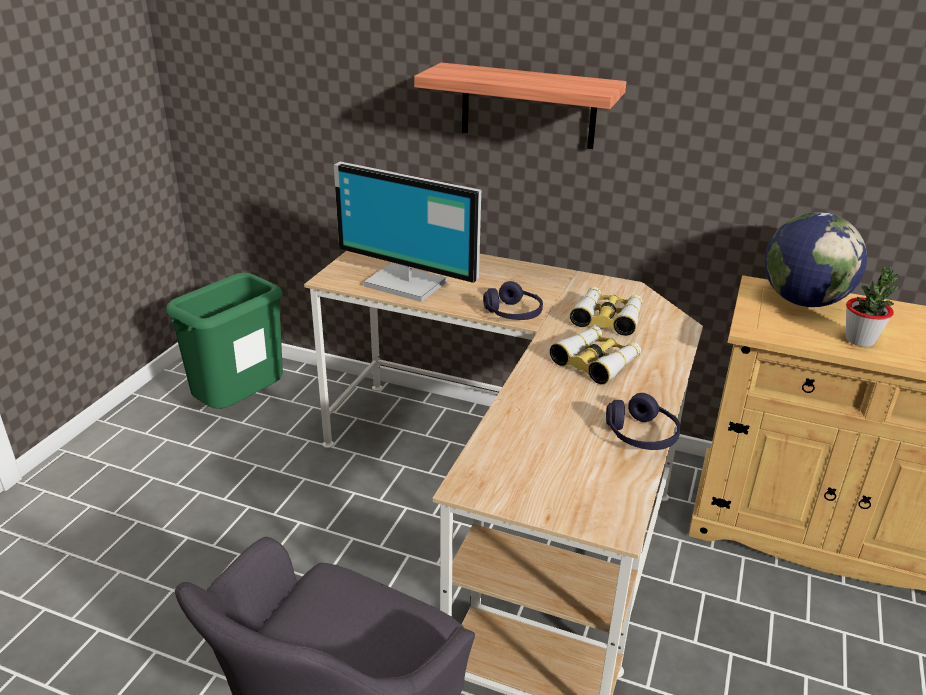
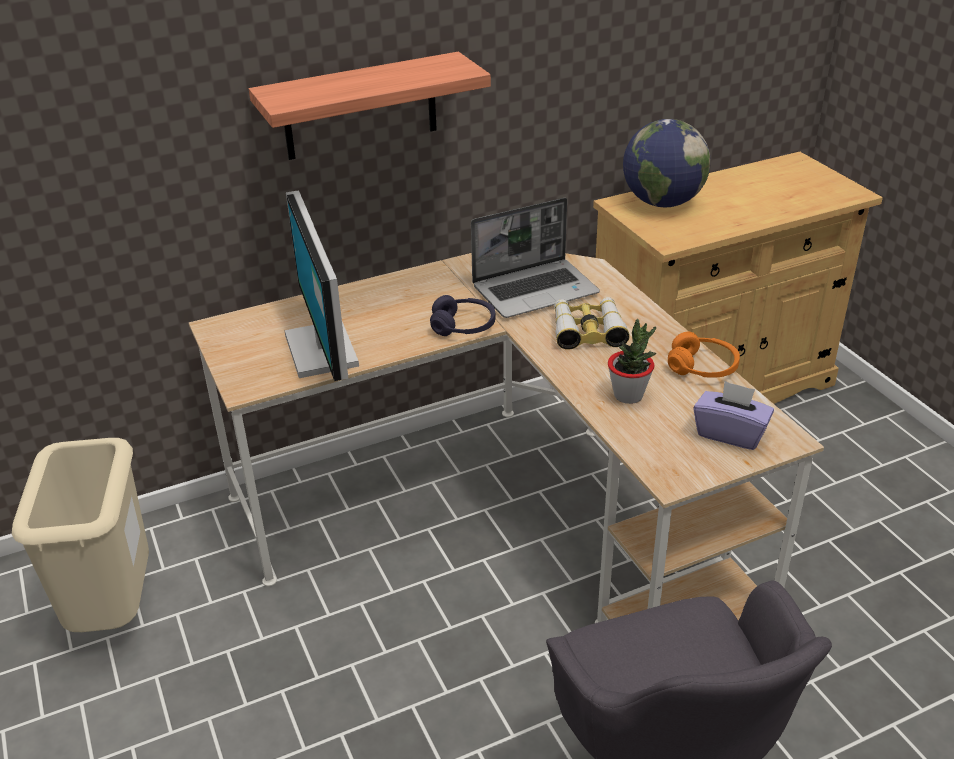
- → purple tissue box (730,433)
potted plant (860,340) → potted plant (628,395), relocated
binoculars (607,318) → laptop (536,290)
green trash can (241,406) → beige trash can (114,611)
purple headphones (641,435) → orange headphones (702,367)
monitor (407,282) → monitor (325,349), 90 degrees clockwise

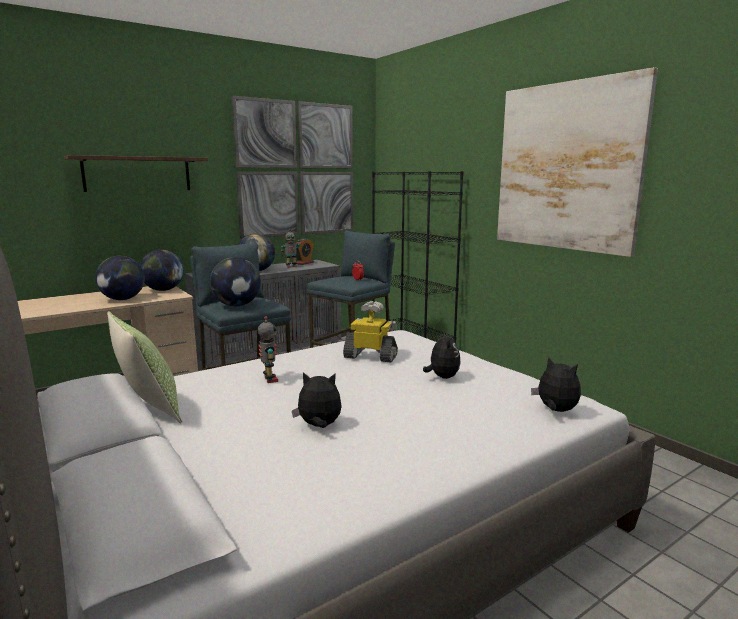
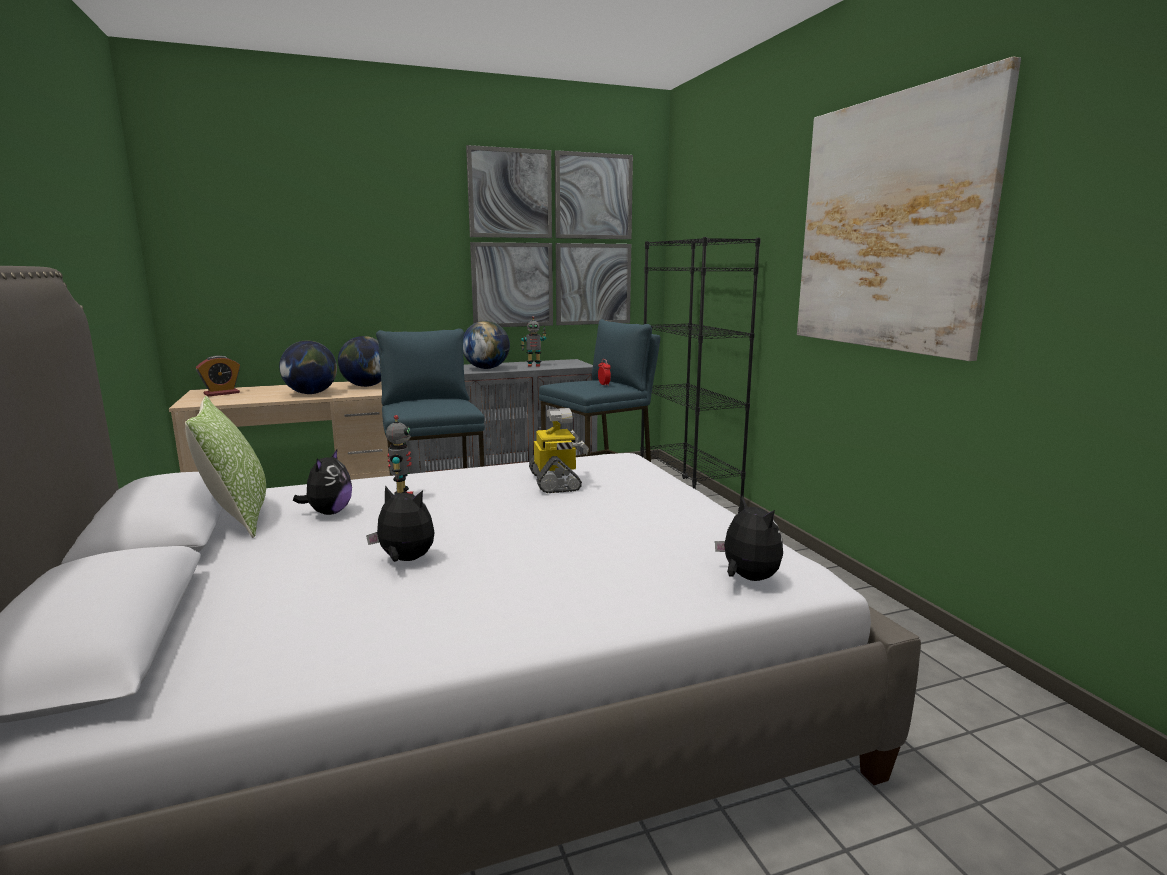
shelf (137,174) → -
globe (237,305) → -
alarm clock (304,263) → alarm clock (221,393), relocated
plush toy (442,377) → plush toy (329,512), relocated
toy robot (371,356) → toy robot (556,482), 45 degrees clockwise

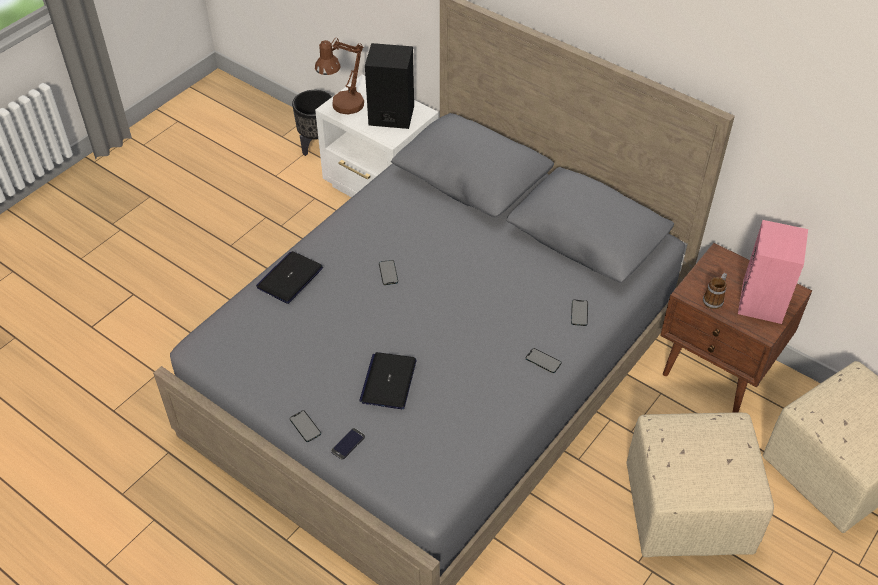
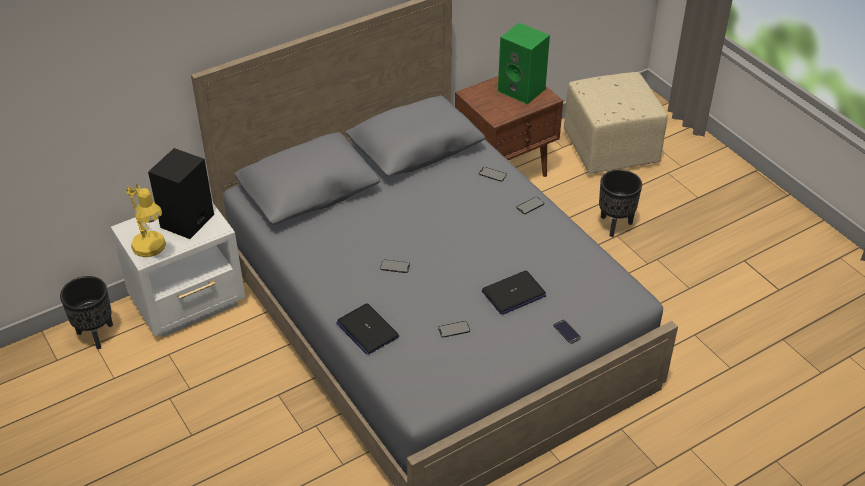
mug (714,299) → -
phone (305,426) → phone (454,329), relocated
beige ottoman (689,509) → black planter (614,225)
brown table lamp (343,108) → yellow table lamp (152,250)
pink speaker (763,302) → green speaker (523,90)
laptop (388,381) → laptop (513,294), 60 degrees counterclockwise

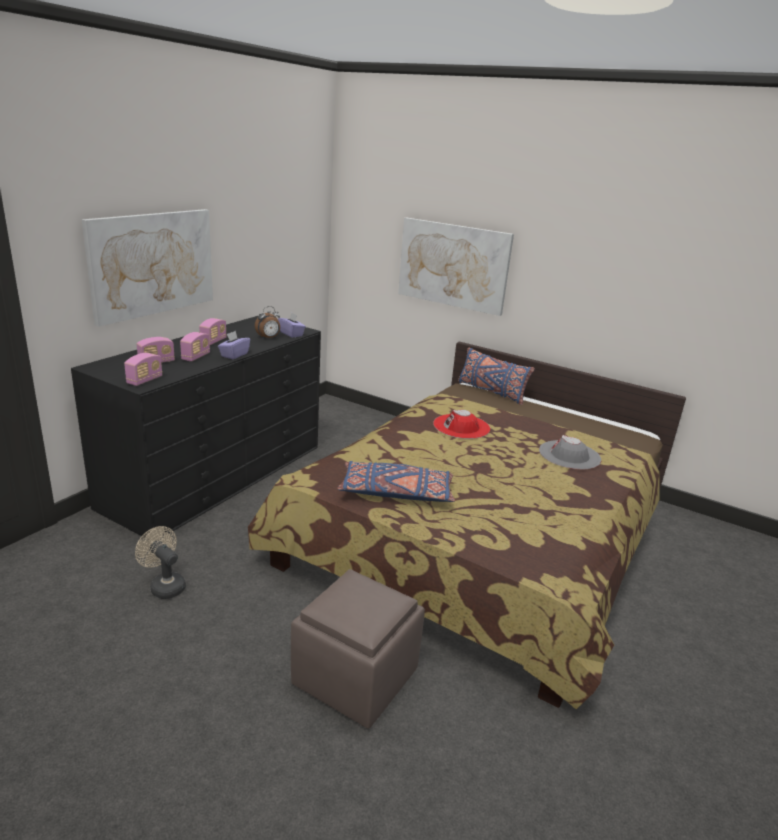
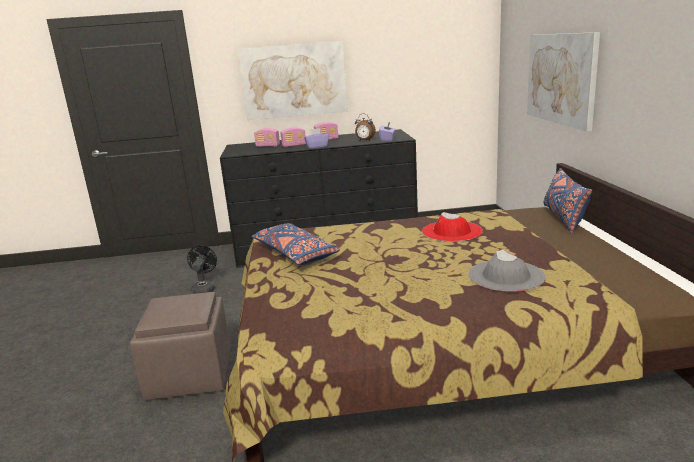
radio (144,380) → -
beige fan (164,585) → black fan (204,288)

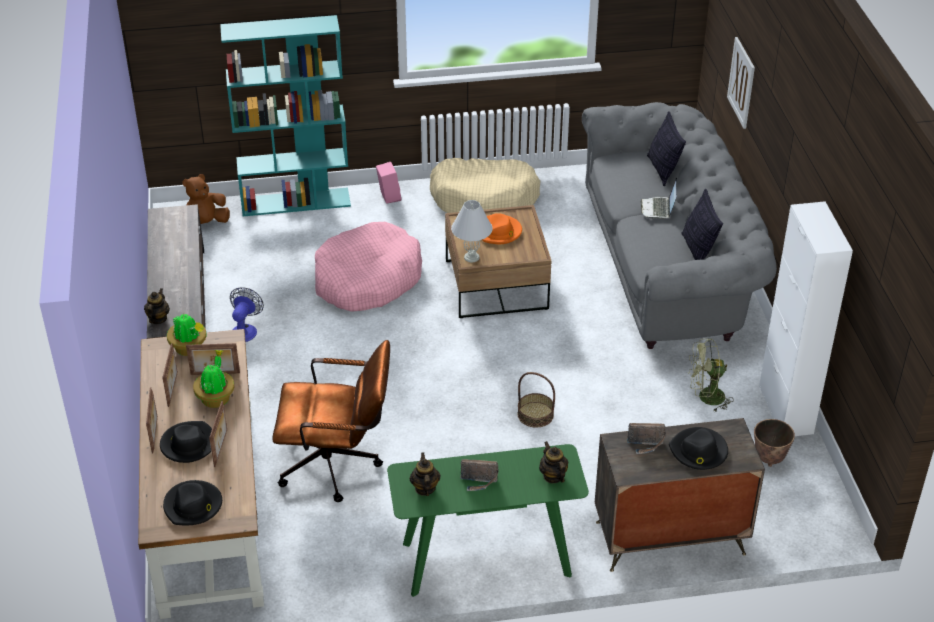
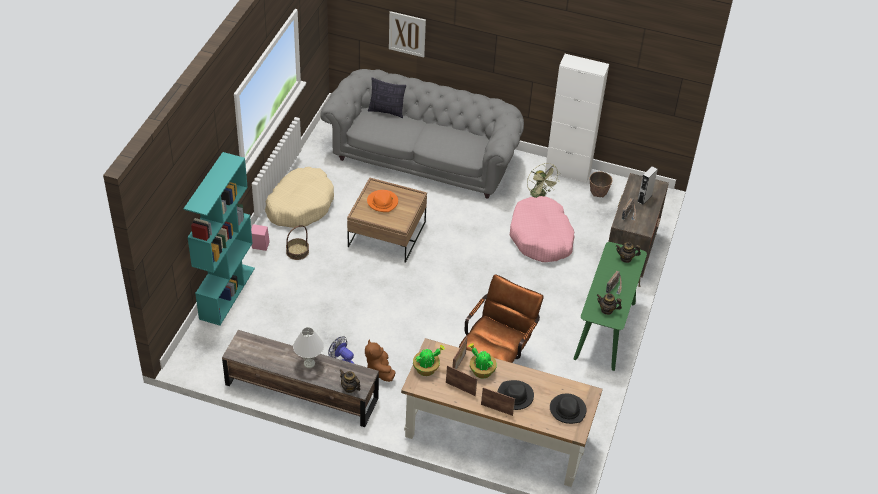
picture frame (221,448) → -
laptop (658,209) → -
pillow (698,250) → -
brown plush toy (205,225) → brown plush toy (379,370), relocated
pink dog bed (367,280) → pink dog bed (541,237), relocated
white table lamp (471,257) → white table lamp (309,364), relocated
basket (535,414) → basket (297,251), relocated
black hat (699,451) → grey speaker (644,198)
green fan (706,398) → green fan (540,195), 45 degrees counterclockwise

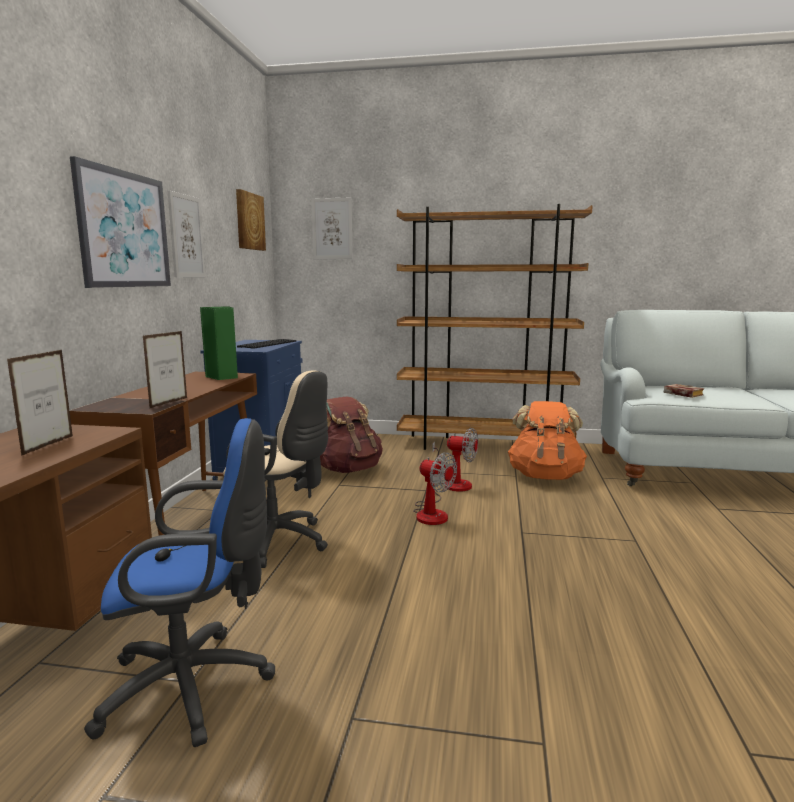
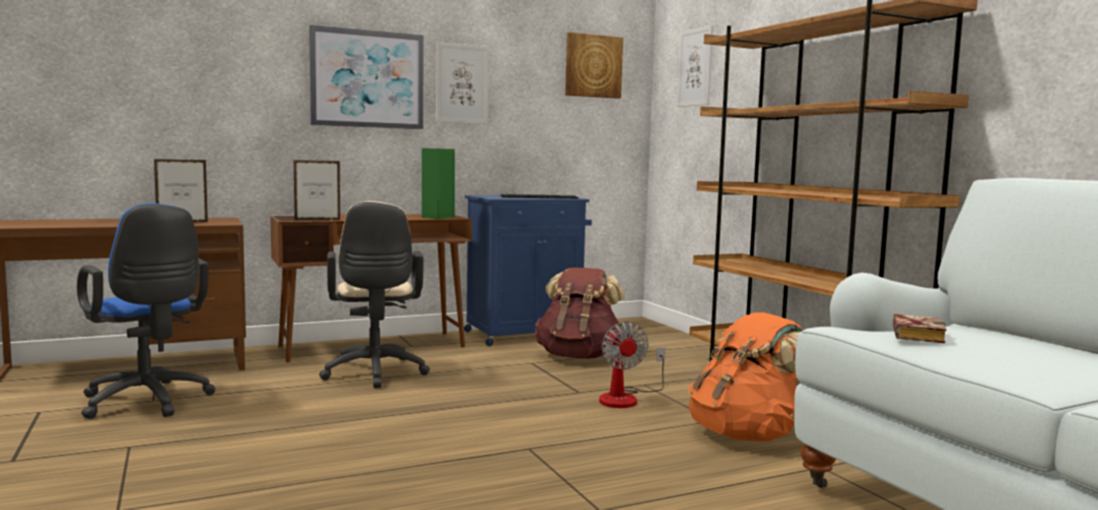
fan (431,513) → -

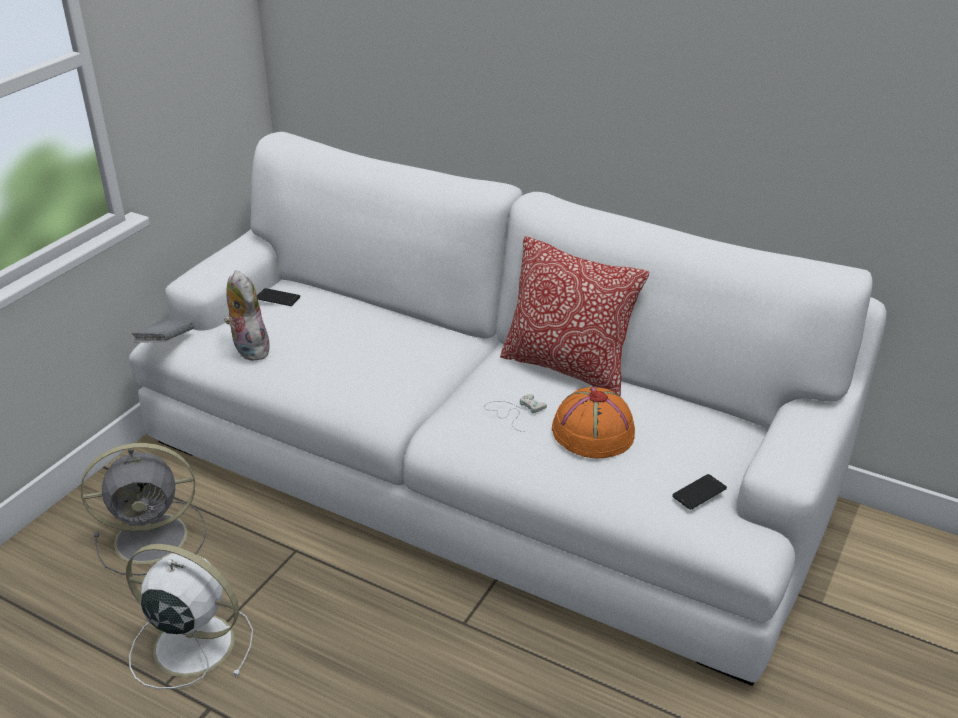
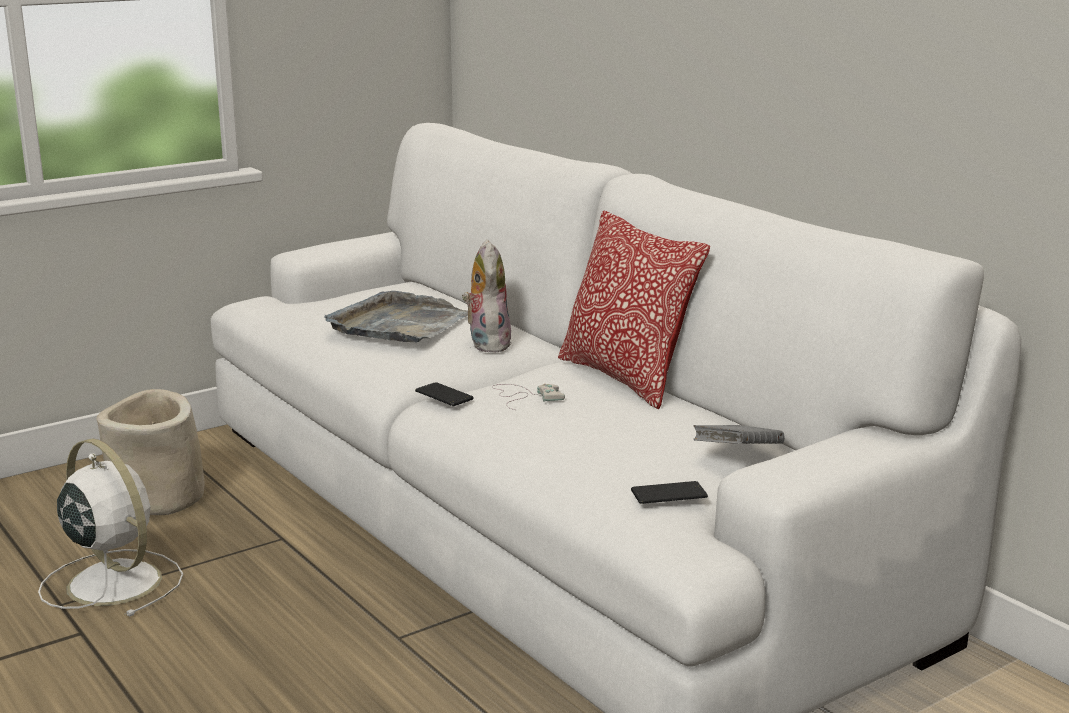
orange hat (592,432) → -
- → grey tray (399,324)
grey book (166,343) → grey book (737,455), relocated
plush toy (248,349) → plush toy (486,343), relocated
phone (277,298) → phone (444,395), relocated
grey fan (154,538) → beige planter (159,498)

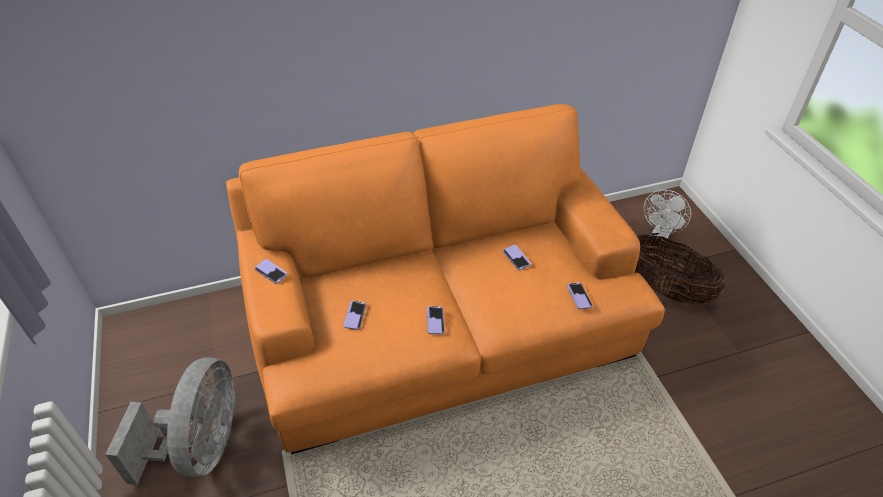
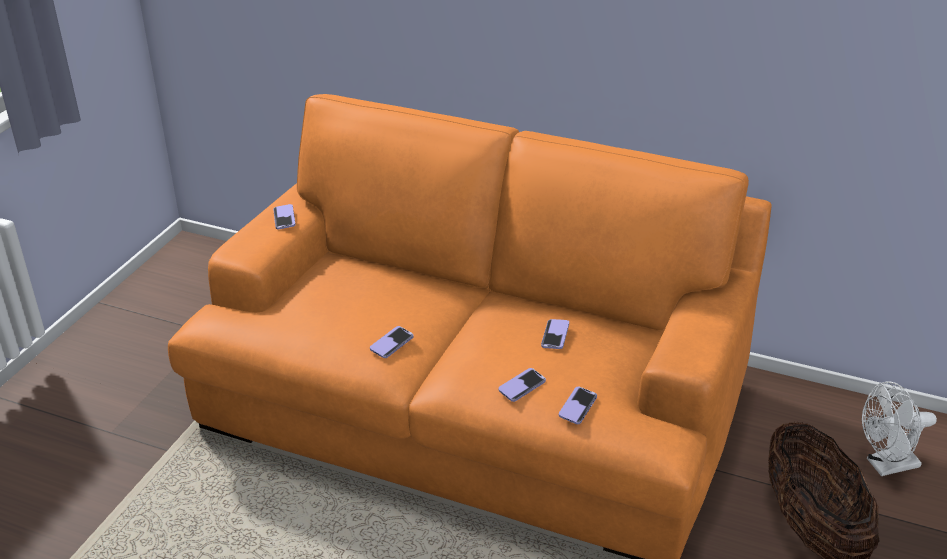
grey fan (201,447) → -
phone (355,316) → phone (522,386), relocated

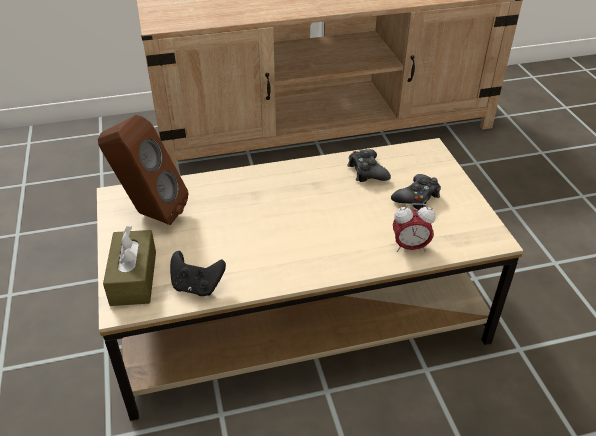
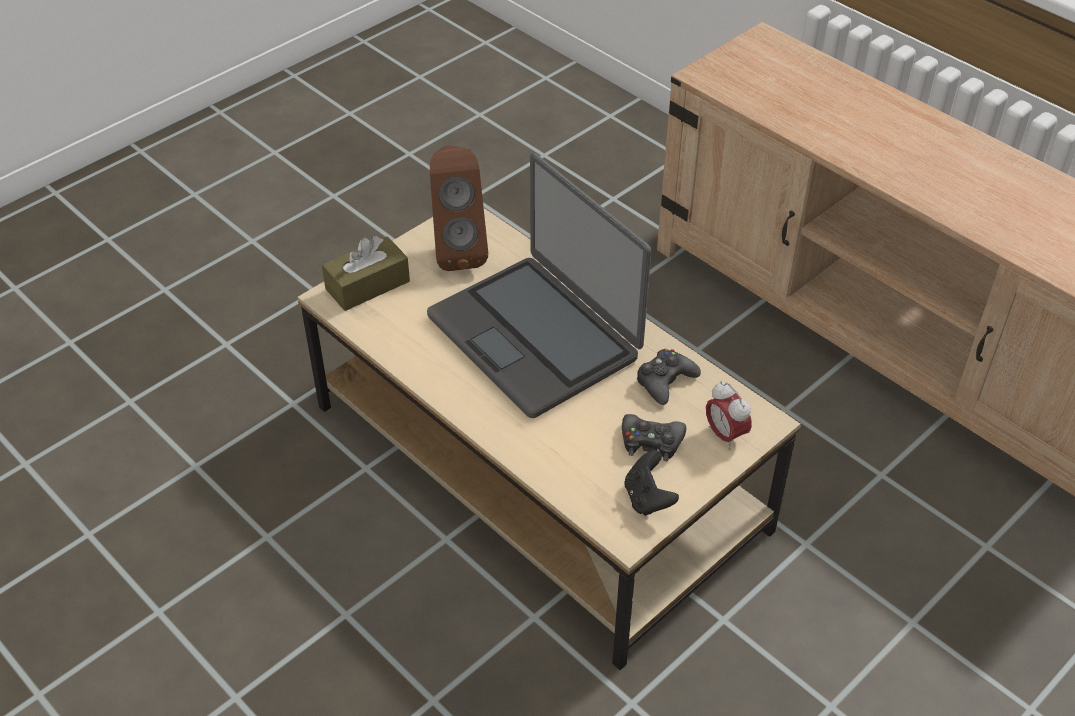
- → laptop (535,336)
black game controller (197,286) → black game controller (648,498), relocated
alarm clock (410,247) → alarm clock (725,435), relocated

